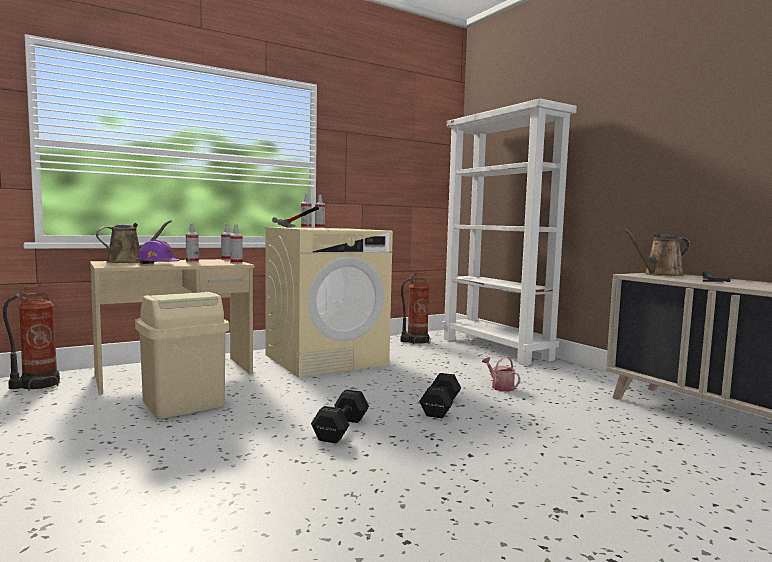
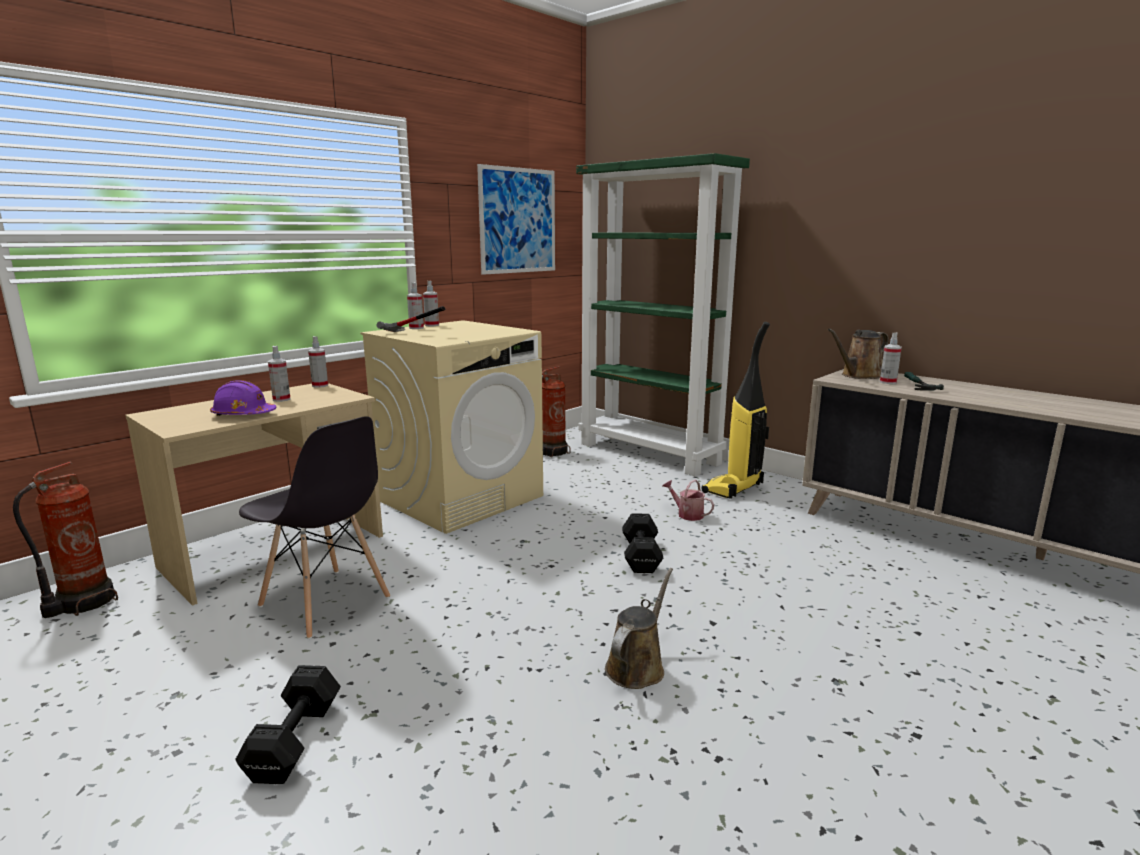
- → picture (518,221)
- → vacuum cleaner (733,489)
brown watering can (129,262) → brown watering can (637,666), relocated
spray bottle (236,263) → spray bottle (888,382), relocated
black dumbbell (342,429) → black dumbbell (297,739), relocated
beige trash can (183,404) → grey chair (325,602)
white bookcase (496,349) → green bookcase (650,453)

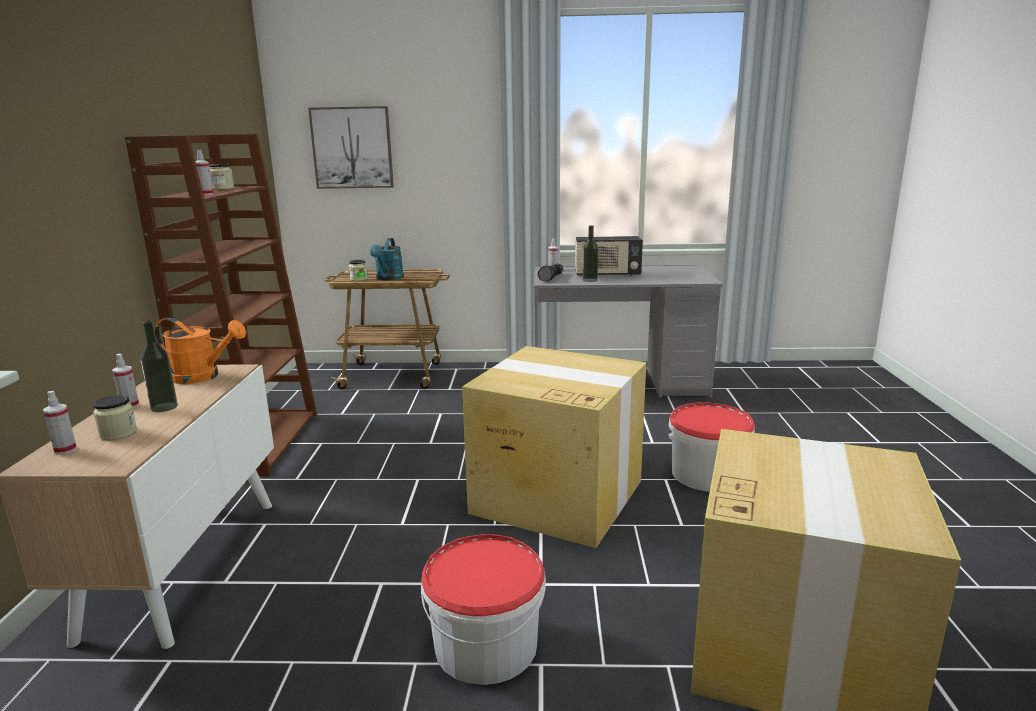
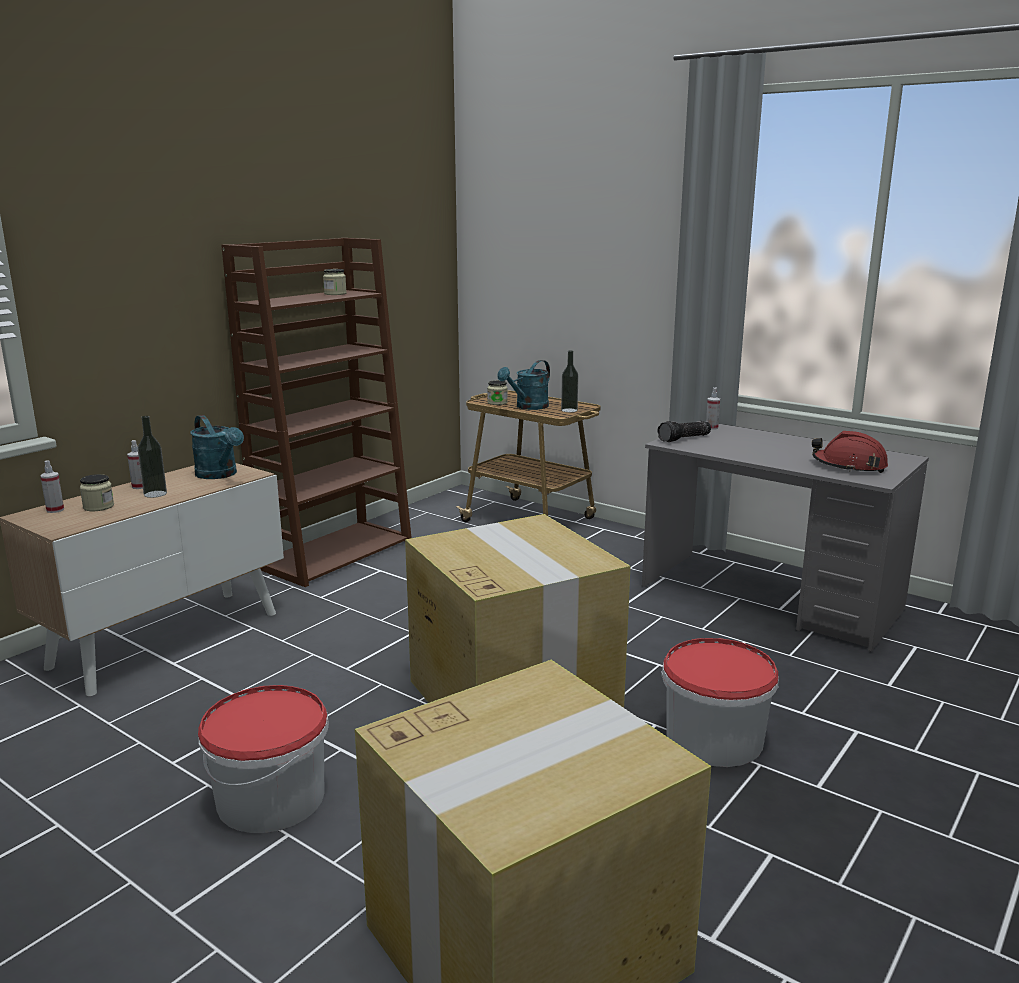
spray bottle (206,194) → -
picture (352,148) → -
radio (607,275) → -
- → red hard hat (849,466)
bottle (590,280) → bottle (569,410), relocated
orange watering can (203,377) → turquoise watering can (220,475)

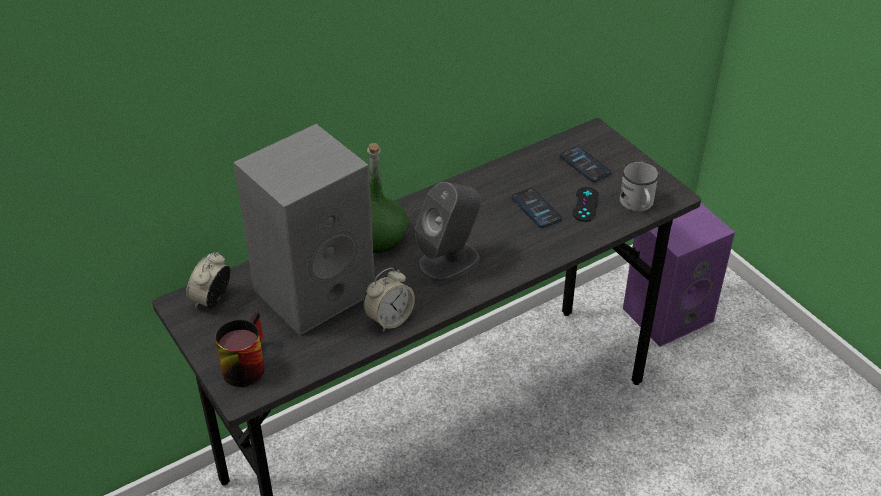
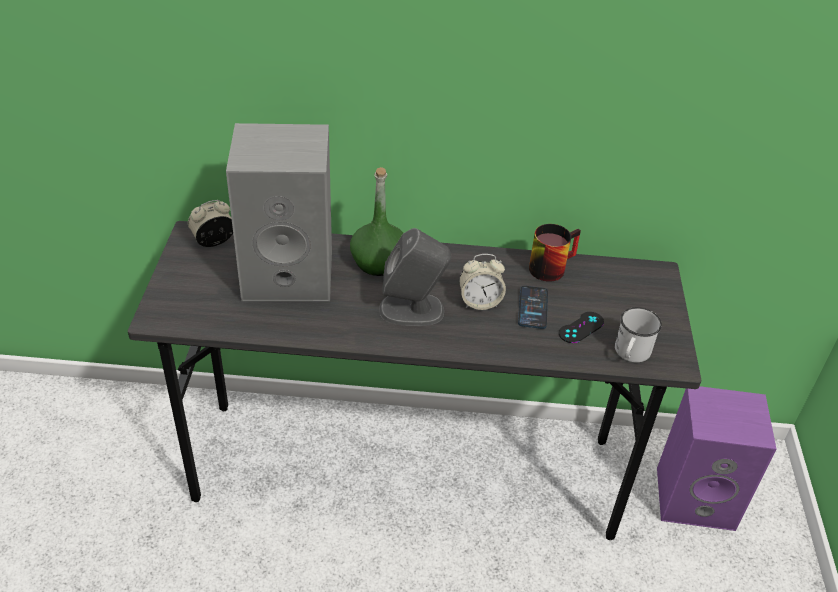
phone (585,165) → -
mug (243,364) → mug (549,265), relocated
alarm clock (389,319) → alarm clock (480,302), relocated

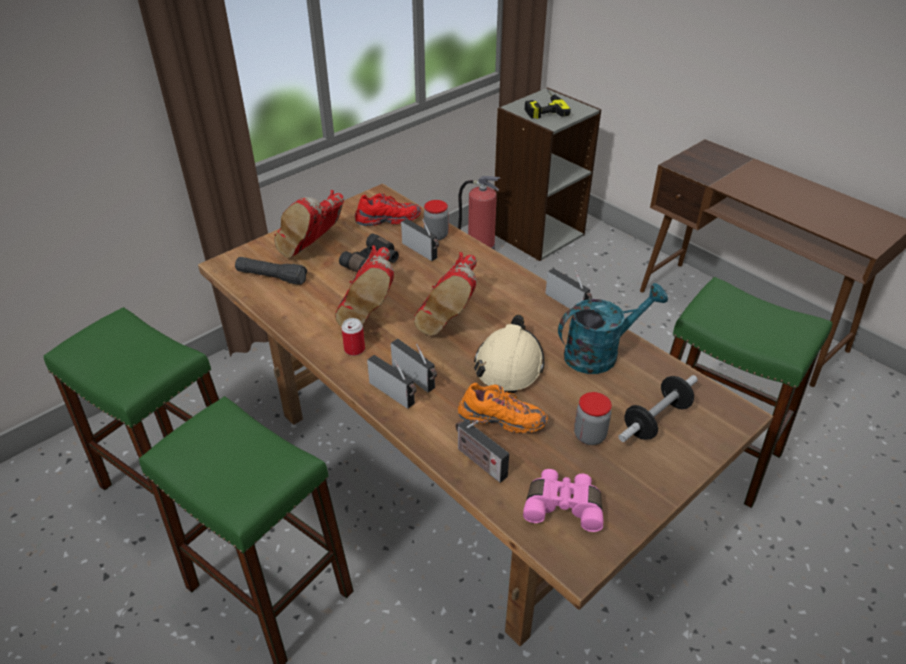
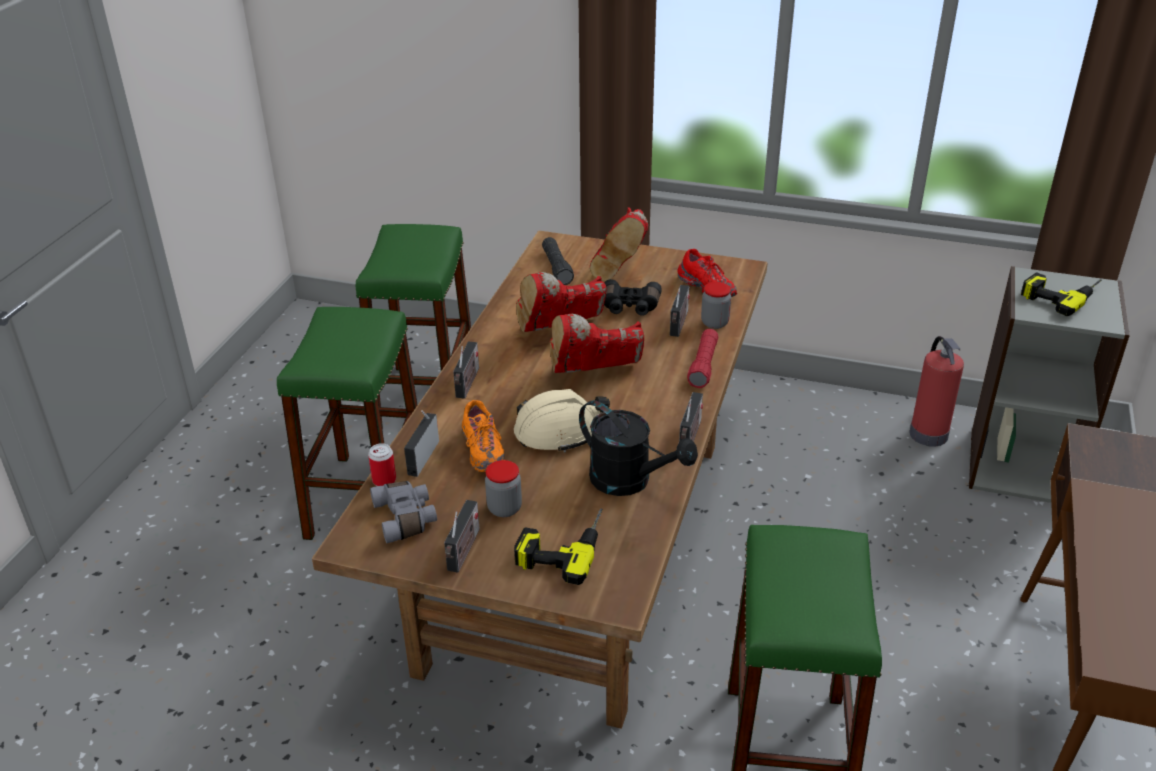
- → red flashlight (703,366)
can (354,349) → can (384,480), relocated
radio (415,378) → radio (463,552), relocated
dumbbell (656,420) → power drill (561,545)
pink binoculars (563,505) → grey binoculars (406,518)
turquoise watering can (600,353) → black watering can (630,481)
red boot (314,247) → red boot (620,269), 75 degrees counterclockwise

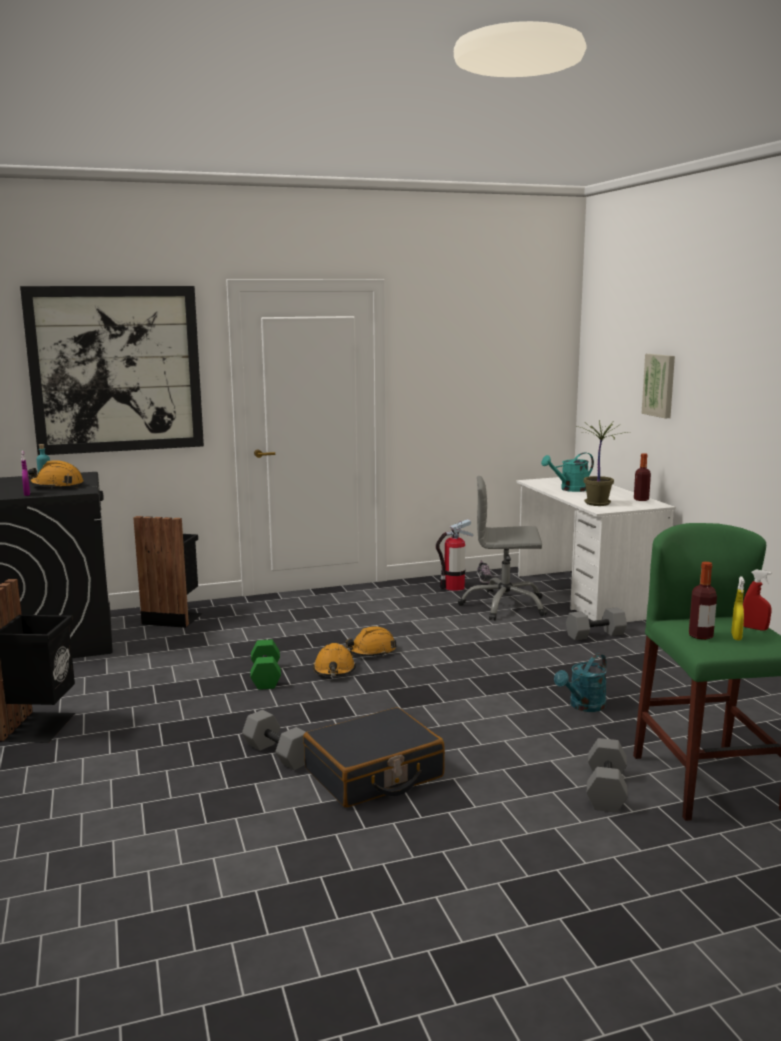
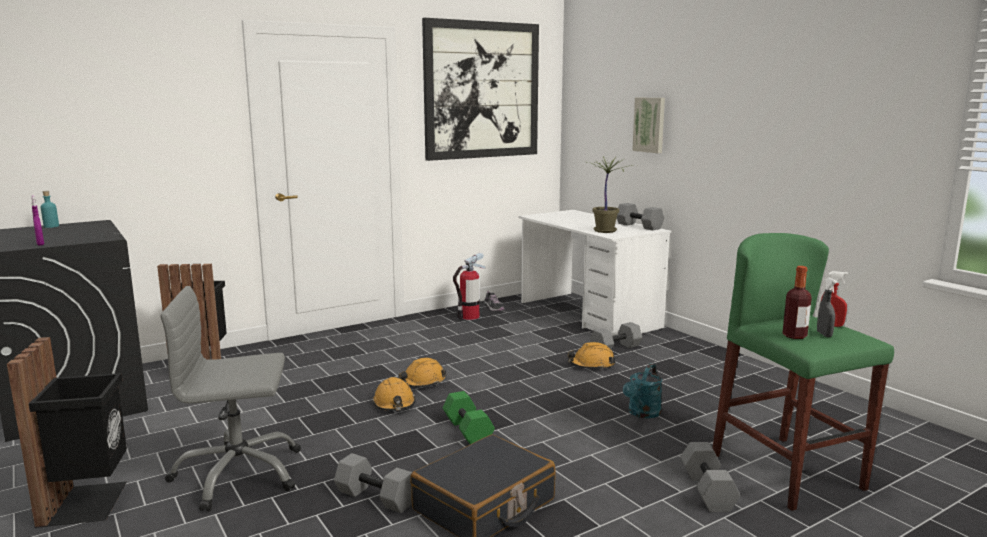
turquoise watering can (570,489) → -
picture (116,369) → picture (482,90), relocated
orange hard hat (57,486) → orange hard hat (591,365), relocated
green dumbbell (267,676) → green dumbbell (469,431), relocated
grey office chair (504,606) → grey office chair (238,474), relocated
bottle (641,499) → grey dumbbell (638,226)
yellow spray bottle (736,637) → grey spray bottle (824,334)

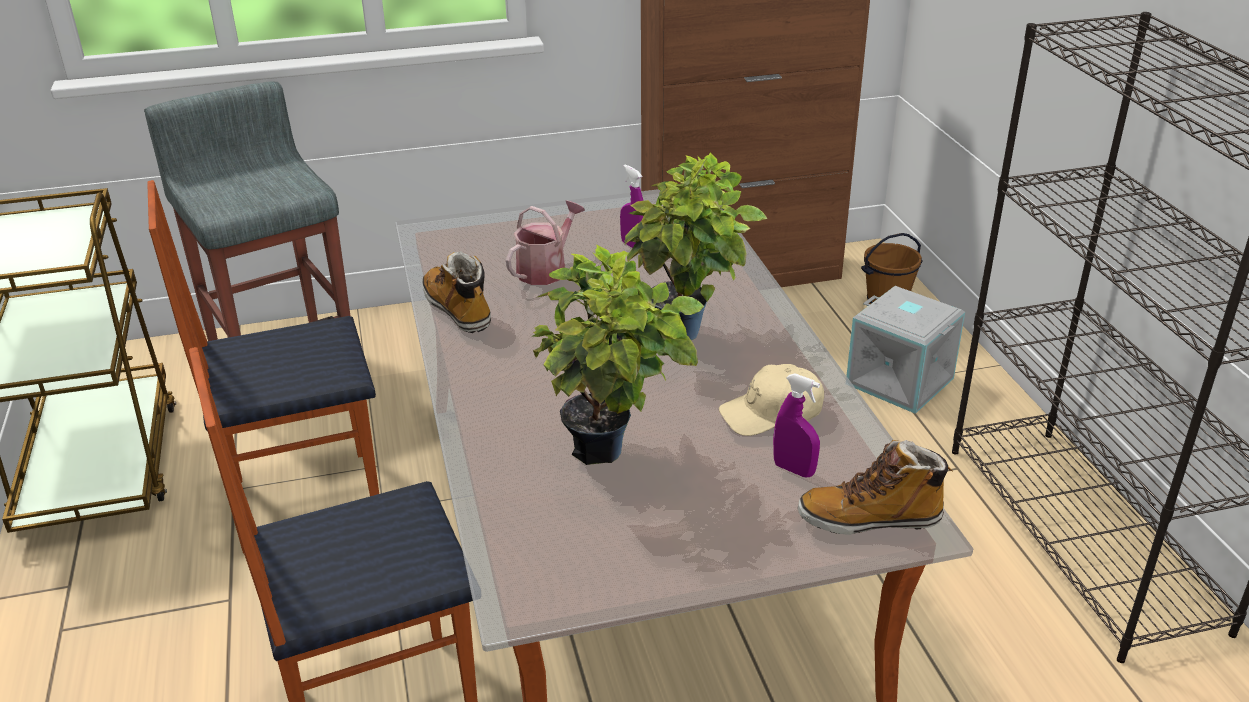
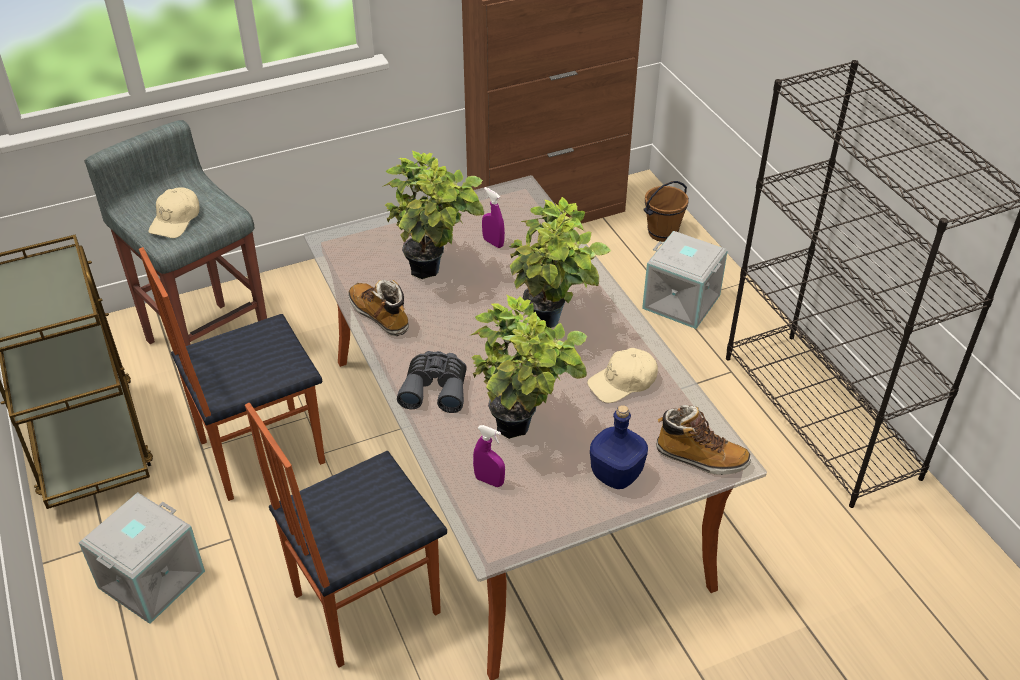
- → grey storage box (151,578)
- → beige cap (176,220)
- → grey binoculars (435,388)
- → blue bottle (617,475)
purple spray bottle (794,469) → purple spray bottle (489,481), relocated
watering can (546,269) → potted plant (434,271)
boot (870,519) → boot (700,458), 150 degrees counterclockwise

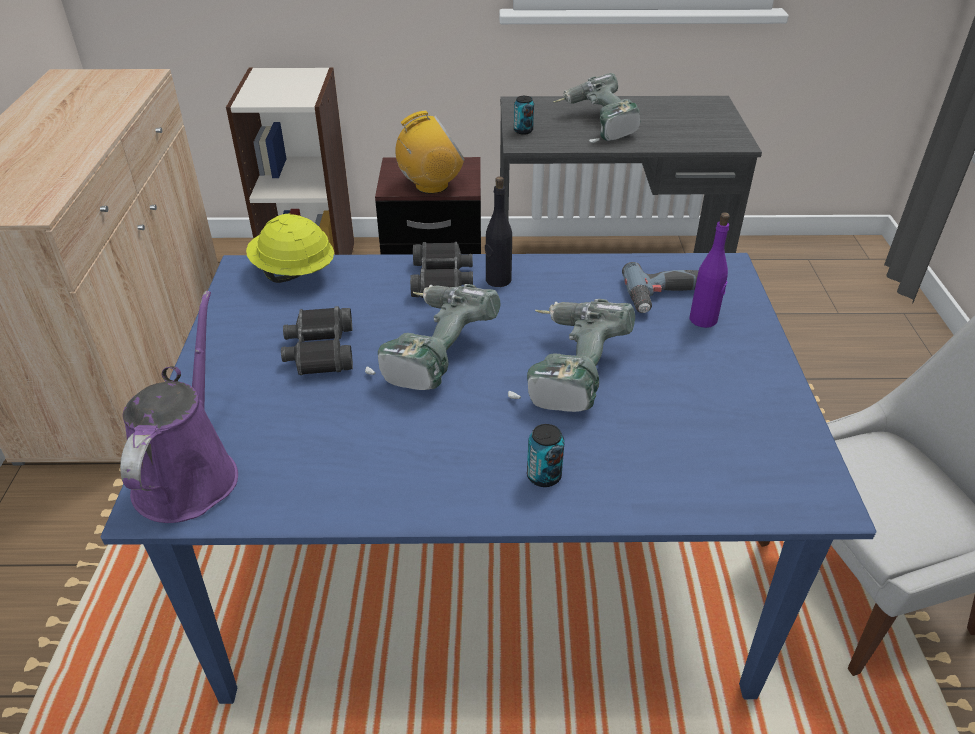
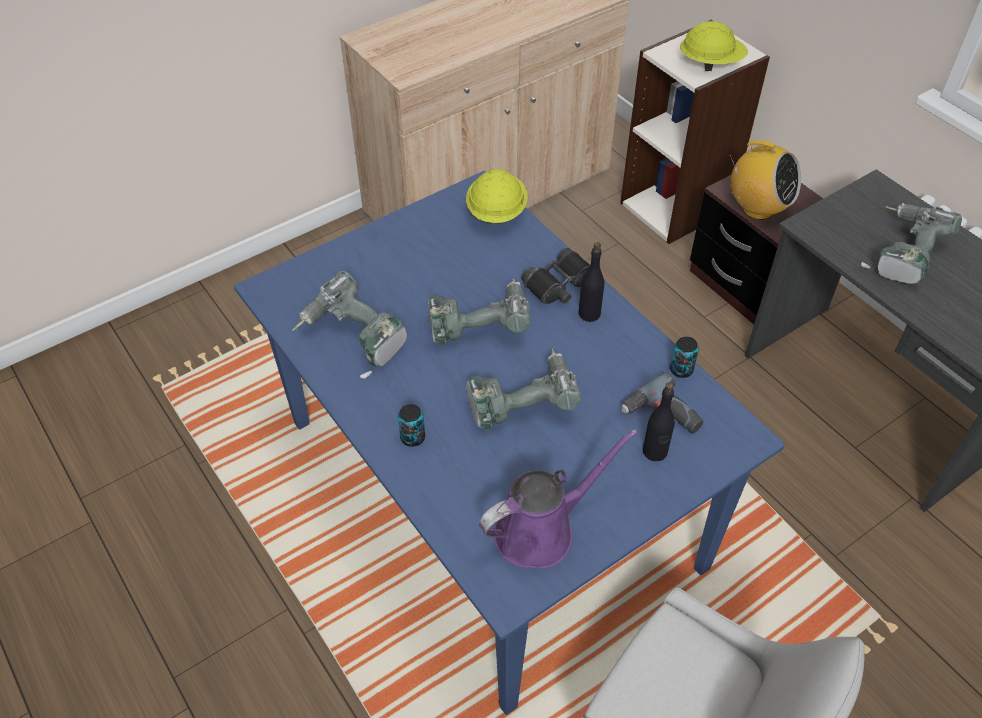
black binoculars (319,350) → -
- → power drill (352,339)
- → yellow hard hat (710,64)
purple watering can (189,473) → purple watering can (541,530), relocated
can (523,131) → can (681,370), relocated
purple bottle (703,319) → black bottle (655,452)

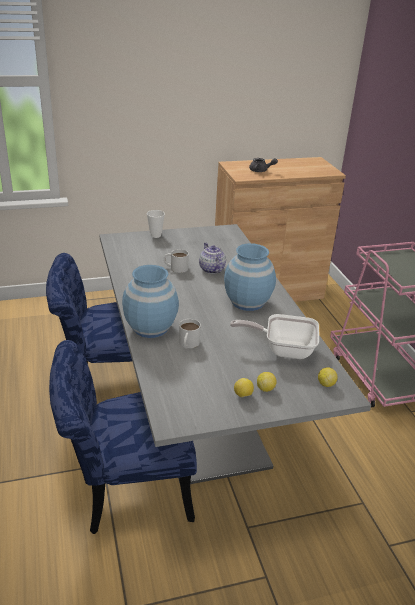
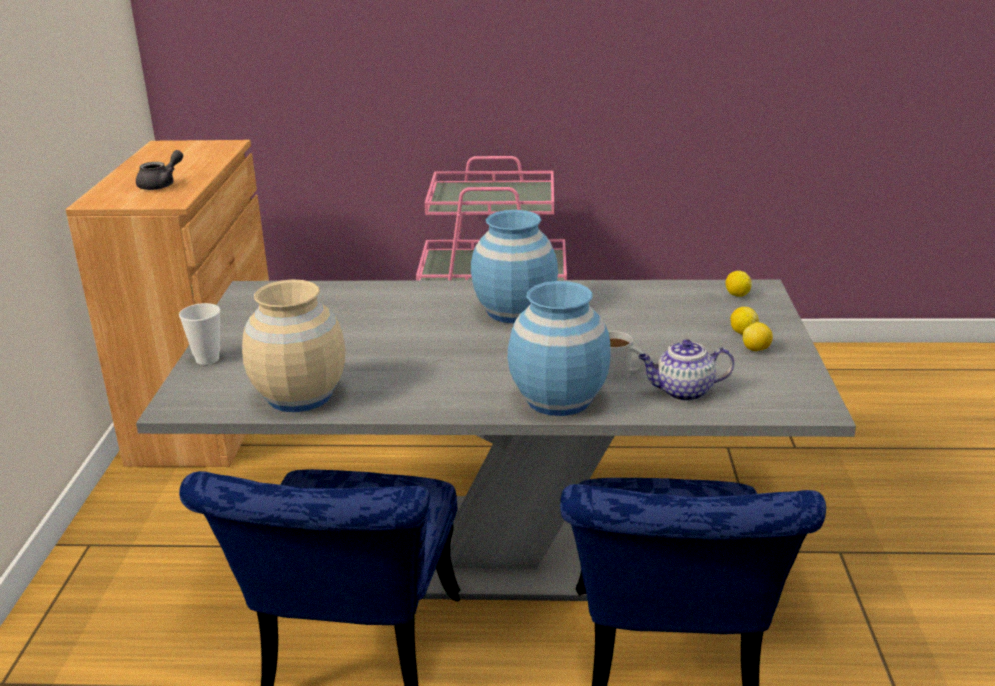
white mug (175,268) → -
frying pan (283,349) → -
- → beige vase (299,395)
teapot (211,269) → teapot (683,392), relocated

